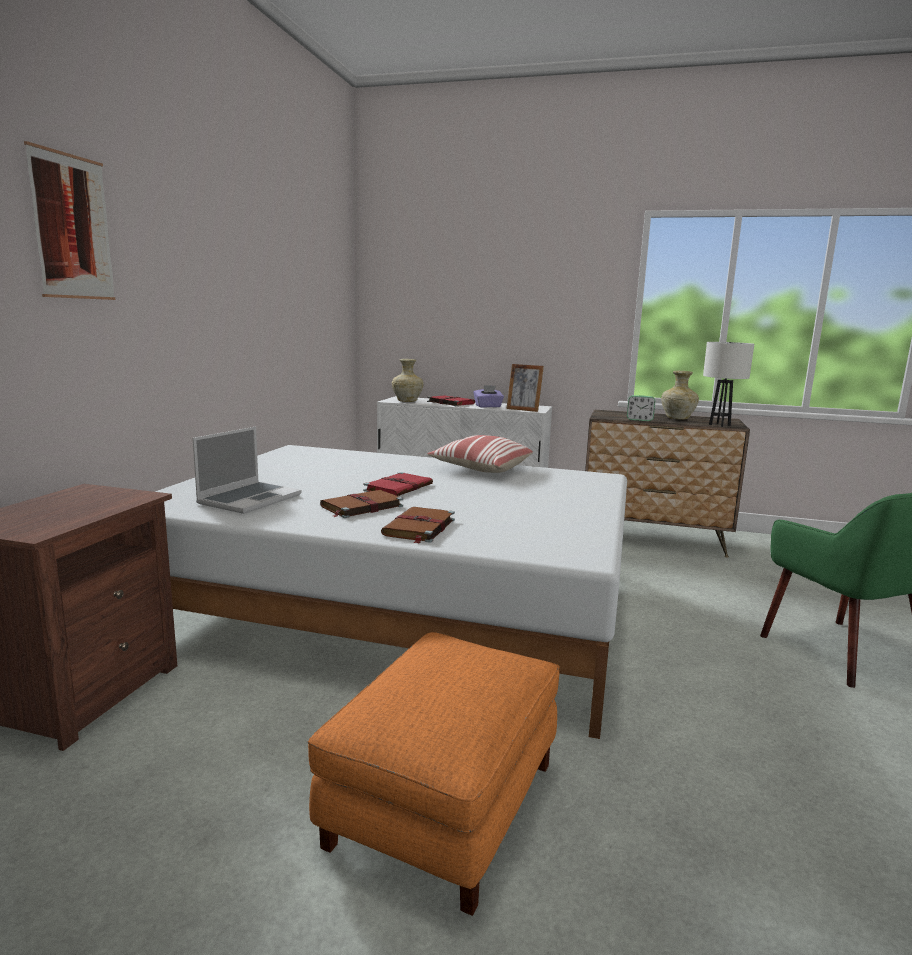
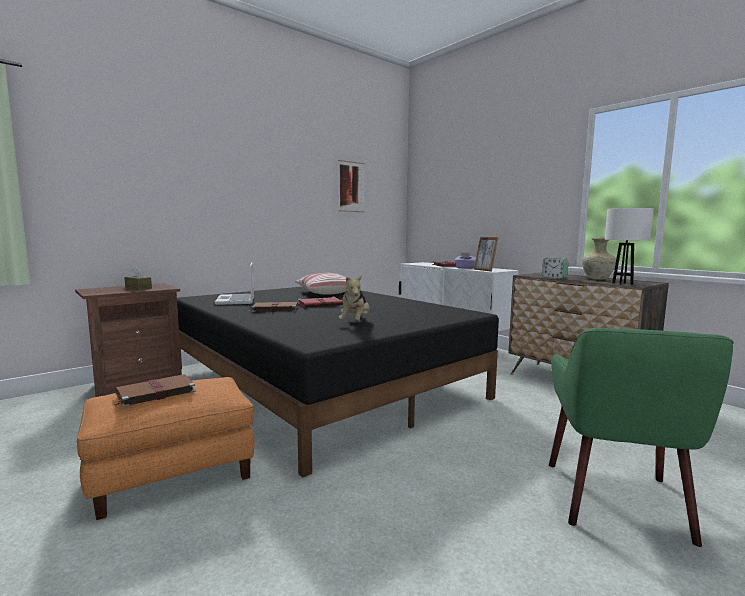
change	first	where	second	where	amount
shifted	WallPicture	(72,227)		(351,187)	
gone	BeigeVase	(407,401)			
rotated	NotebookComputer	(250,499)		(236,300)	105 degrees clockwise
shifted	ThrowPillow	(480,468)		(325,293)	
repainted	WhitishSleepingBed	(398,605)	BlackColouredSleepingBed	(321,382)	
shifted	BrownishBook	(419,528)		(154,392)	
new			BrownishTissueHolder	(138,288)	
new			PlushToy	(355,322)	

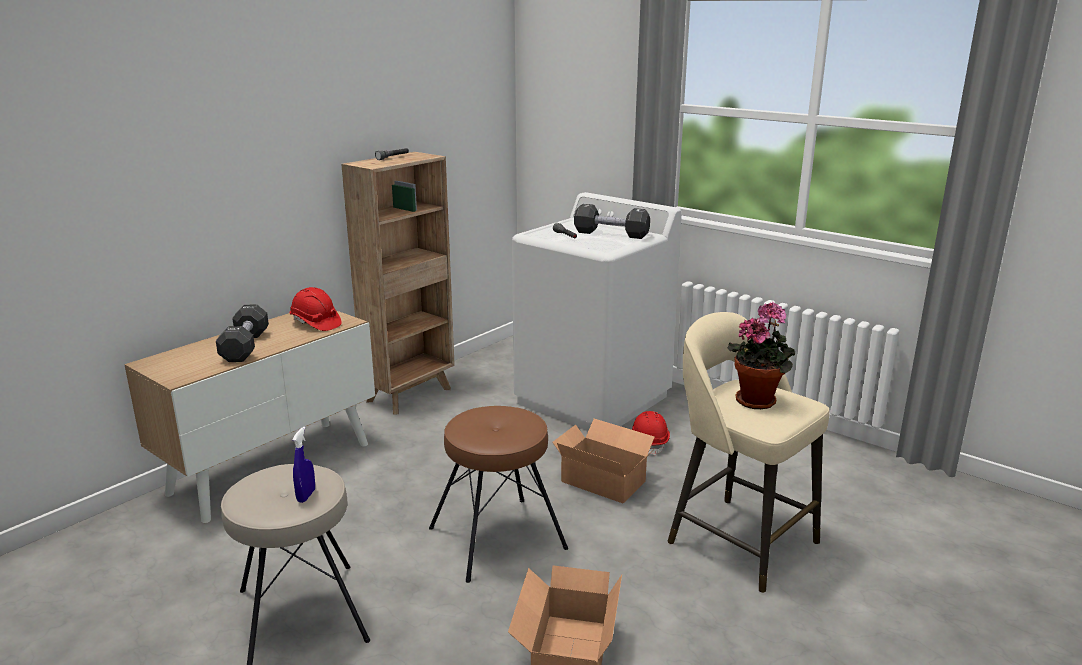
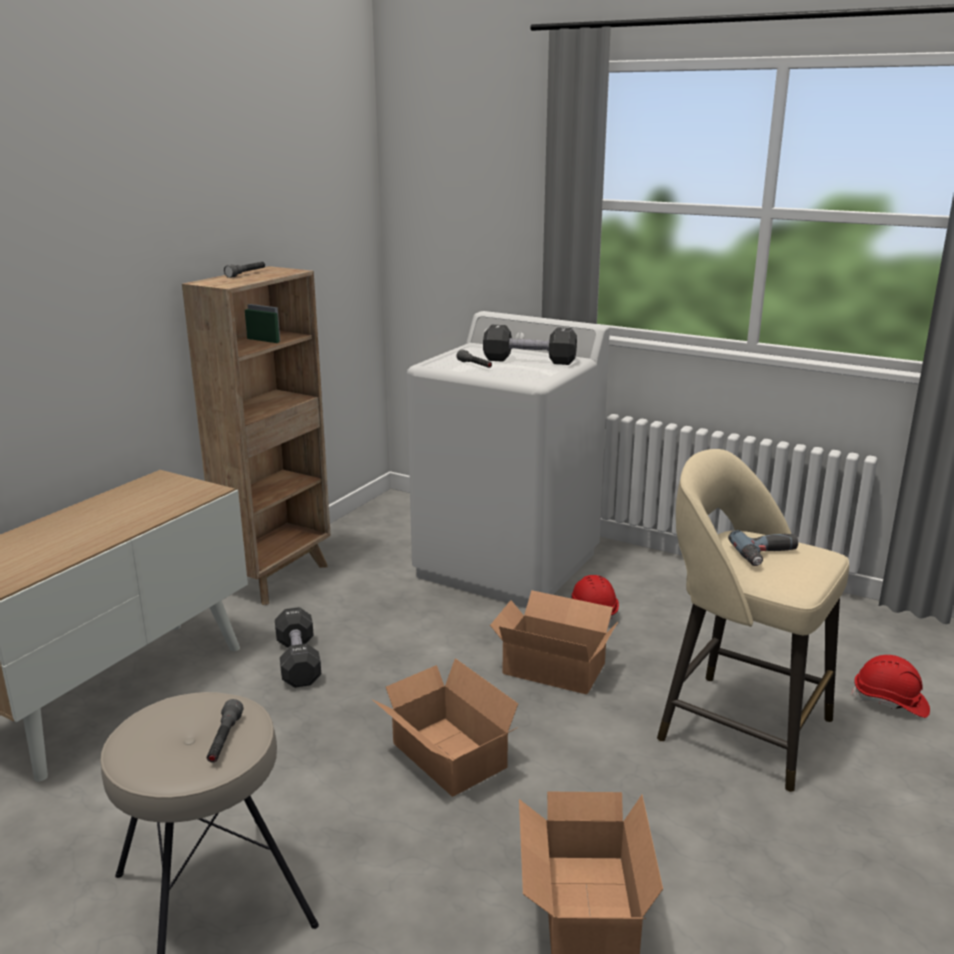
change	first	where	second	where	amount
shifted	RedColouredHardHat	(315,323)		(890,702)	
swapped	PottedPlant	(758,400)	PowerDrill	(768,555)	
shifted	BlackColouredHandWeight	(245,347)		(298,661)	
swapped	BrownishStool	(498,539)	PackingBox	(447,758)	
swapped	BlueHandSprayer	(306,496)	GreyHandTorch	(224,740)	

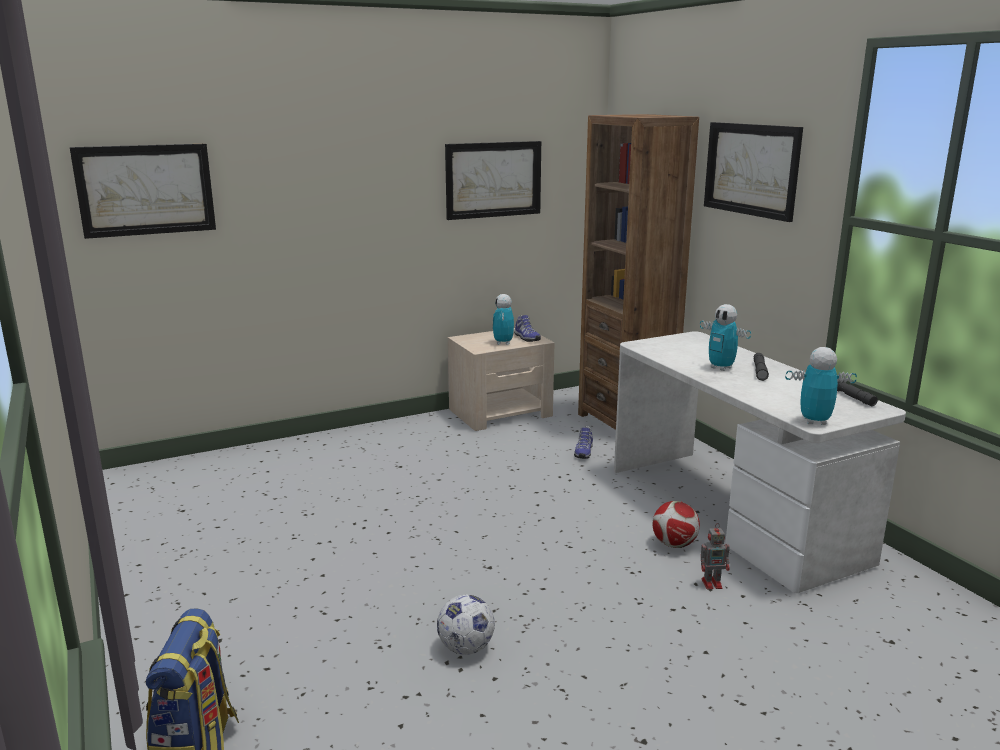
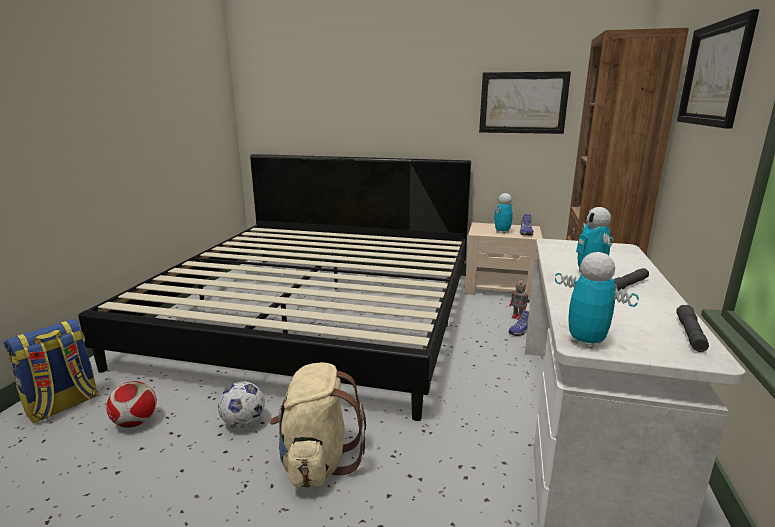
change	first	where	second	where	amount
gone	WallPicture	(146,190)			
shifted	FootballBall	(674,544)		(135,422)	
shifted	RobotFigure	(713,583)		(518,317)	
new			SleepingBed	(317,314)	
new			BeigeRucksack	(317,461)	

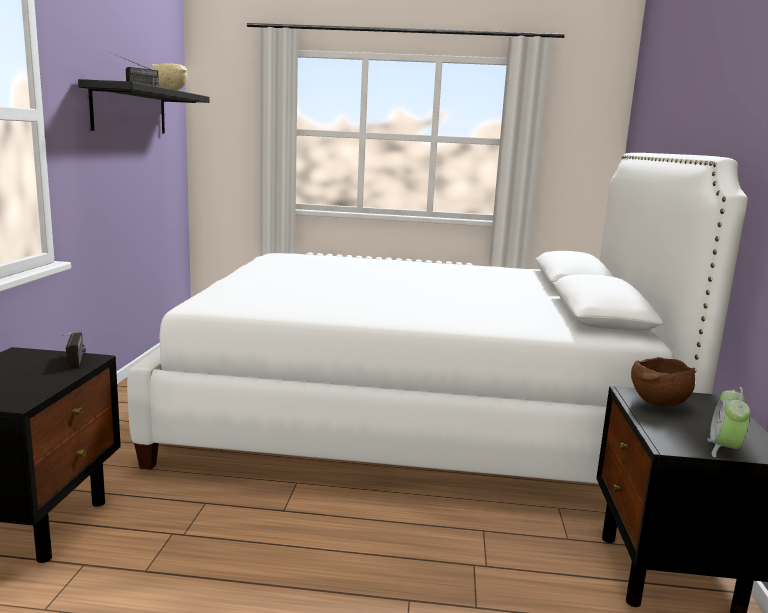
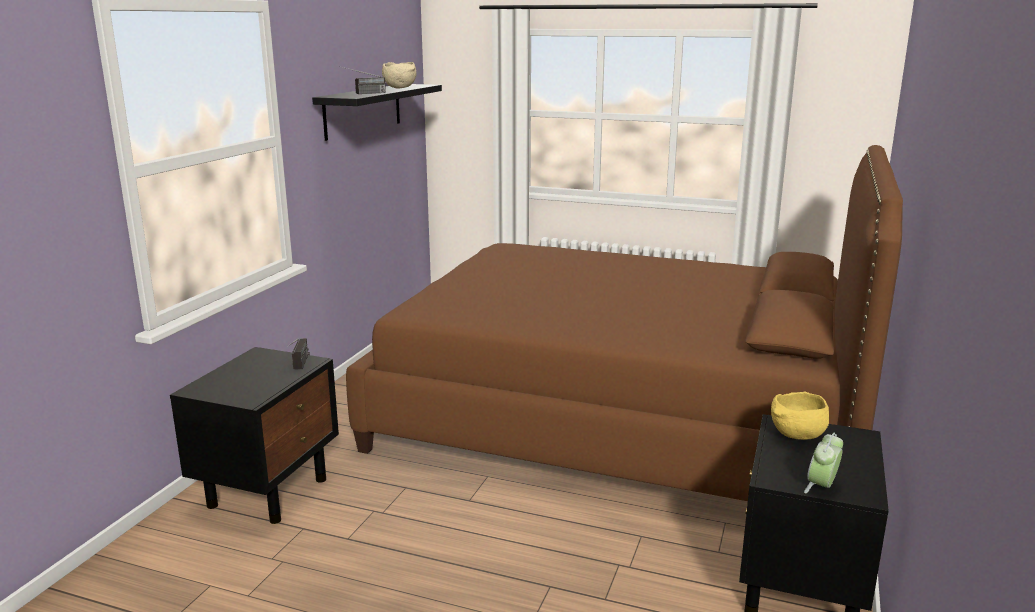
change	first	where	second	where	amount
repainted	WhitishSleepingBed	(414,417)	BrownishSleepingBed	(621,419)	
repainted	BrownishServingBowl	(658,404)	YellowishServingBowl	(796,436)	

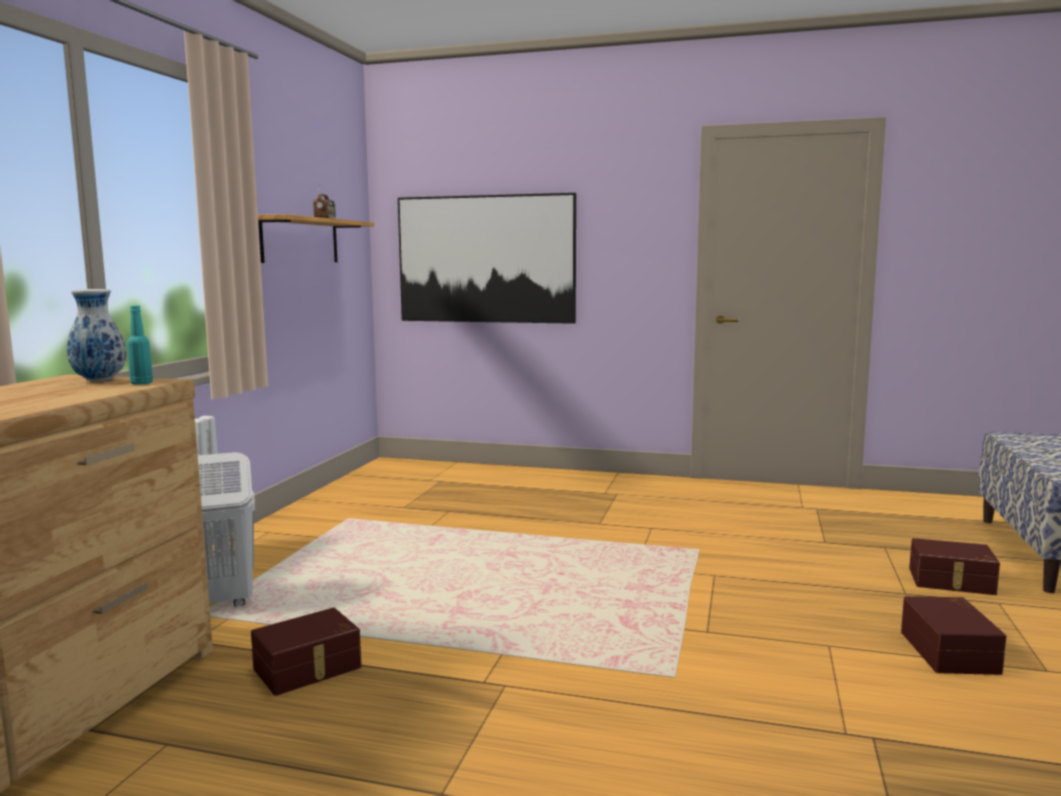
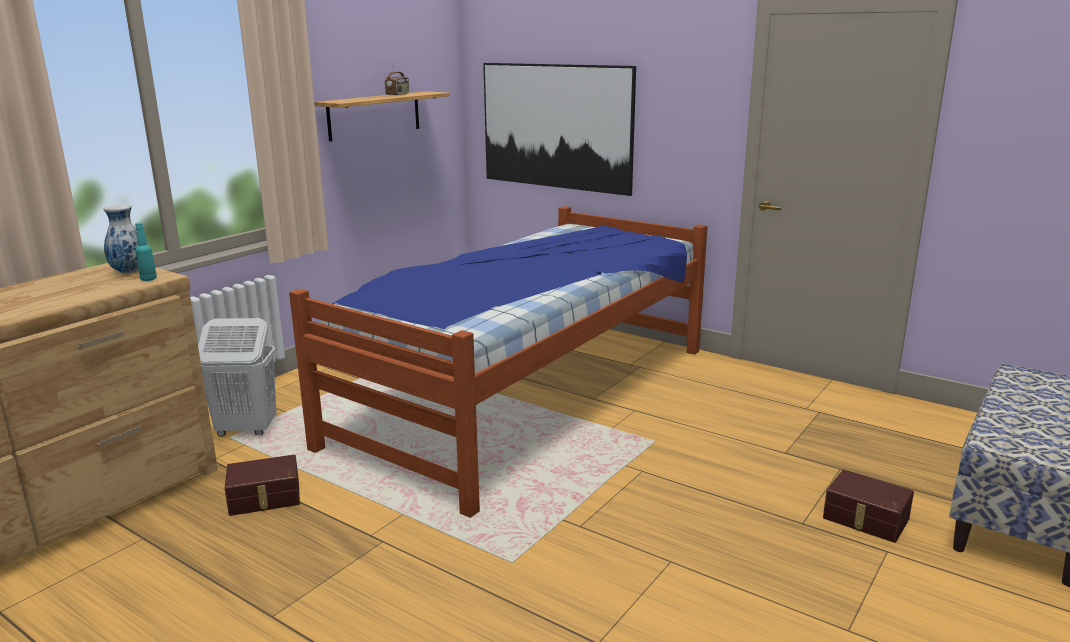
change	first	where	second	where	amount
gone	BrownishStorageBox	(951,652)			
new			SleepingBed	(526,394)	

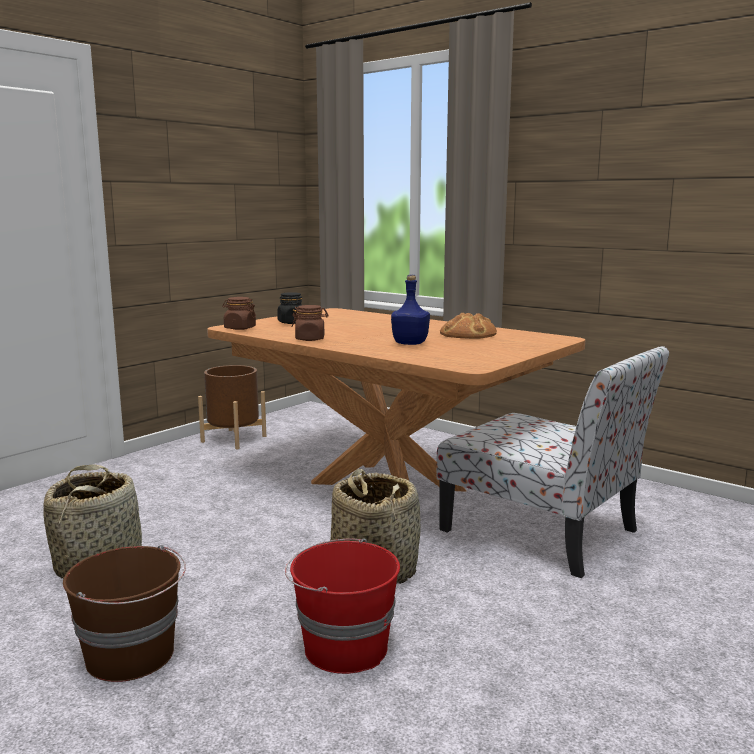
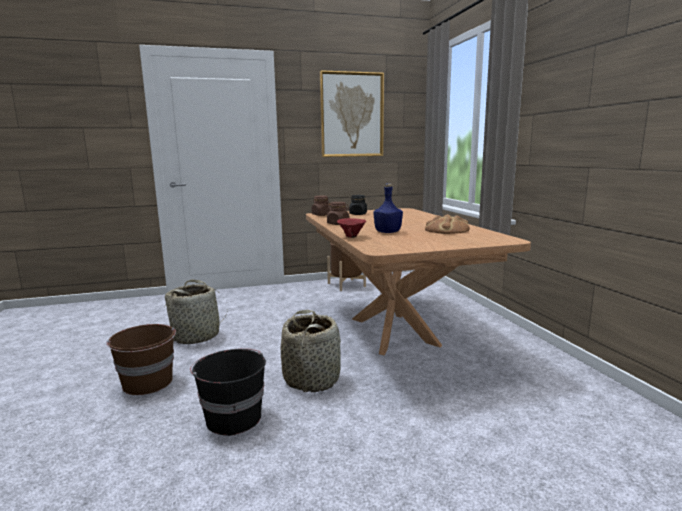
change	first	where	second	where	amount
gone	Chair	(543,532)			
repainted	RedColouredWaterBucket	(344,648)	BlackColouredWaterBucket	(233,417)	
new			WallPicture	(352,115)	
new			RedColouredServingBowl	(351,237)	

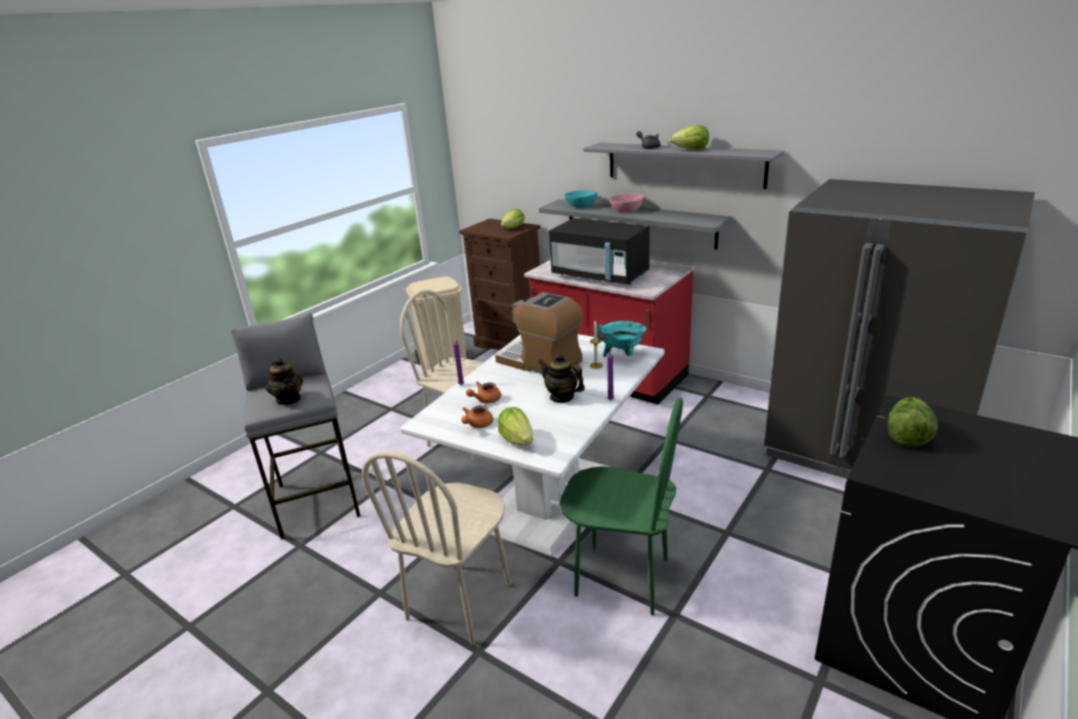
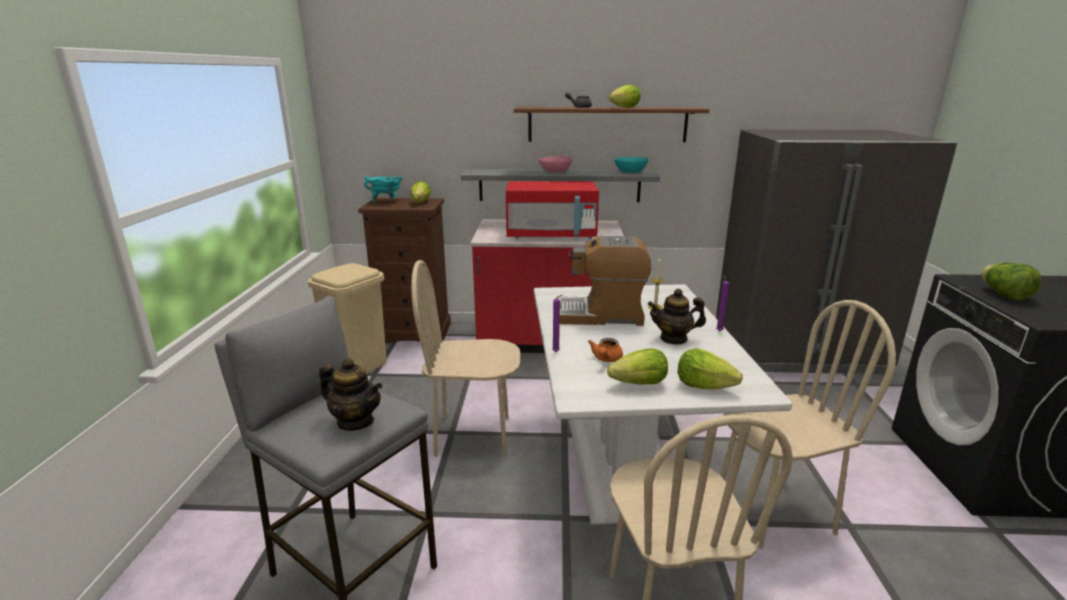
change	first	where	second	where	amount
repainted	GreyShelf	(684,164)	BrownishShelf	(607,124)	
shifted	TurquoiseServingBowl	(581,206)		(630,172)	
repainted	BlackColouredMicrowaveOven	(600,276)	RedColouredMicrowaveOven	(551,235)	
shifted	TurquoiseCookingPot	(623,356)		(387,201)	
repainted	GreenColouredChair	(622,577)	BeigeChair	(773,512)	
swapped	OrangeyTeaPot	(477,425)	LettuceHead	(639,384)	

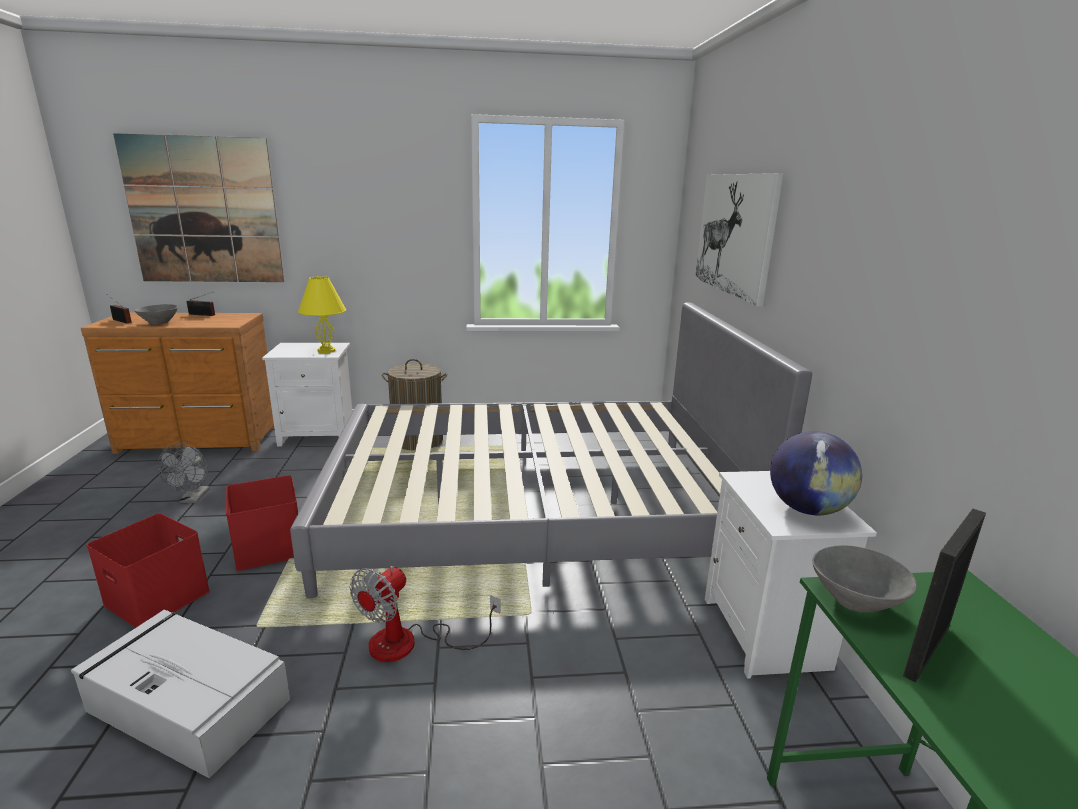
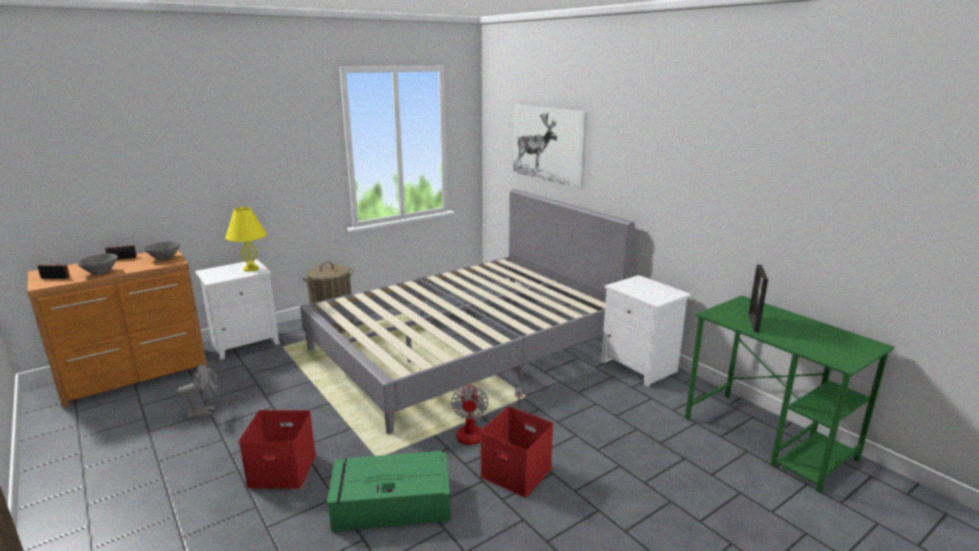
change	first	where	second	where	amount
gone	WallPicture	(204,211)			
gone	DeskGlobe	(807,509)			
rotated	GreyFan	(193,499)		(206,412)	75 degrees counterclockwise
shifted	RedColouredStorageBox	(267,546)		(514,472)	
shifted	GreyServingBowl	(854,601)		(164,258)	
repainted	GreyStorageBox	(187,704)	GreenColouredStorageBox	(390,503)	

